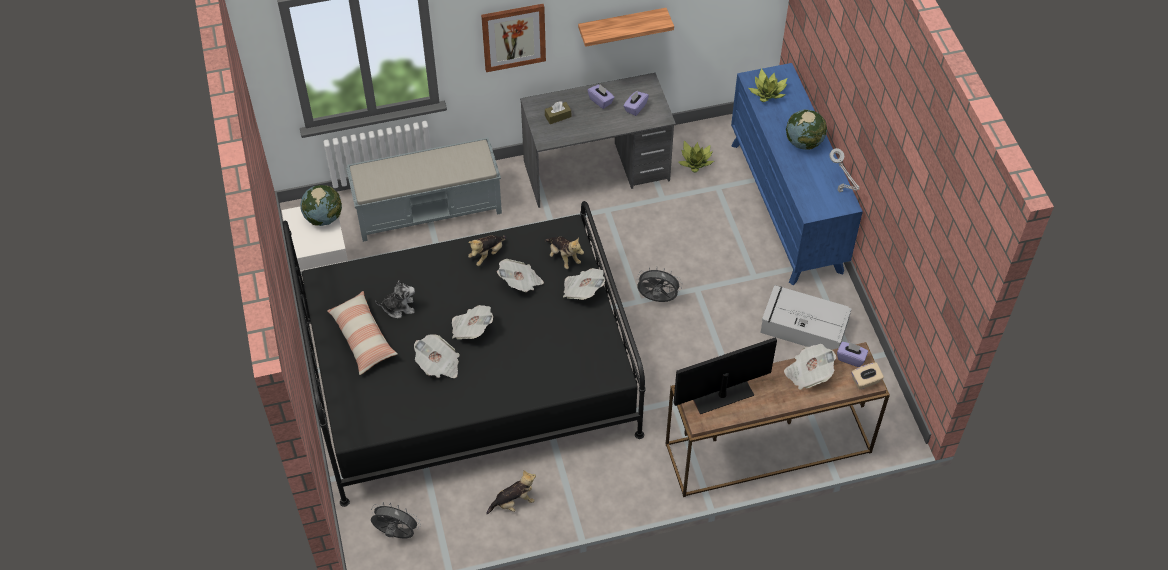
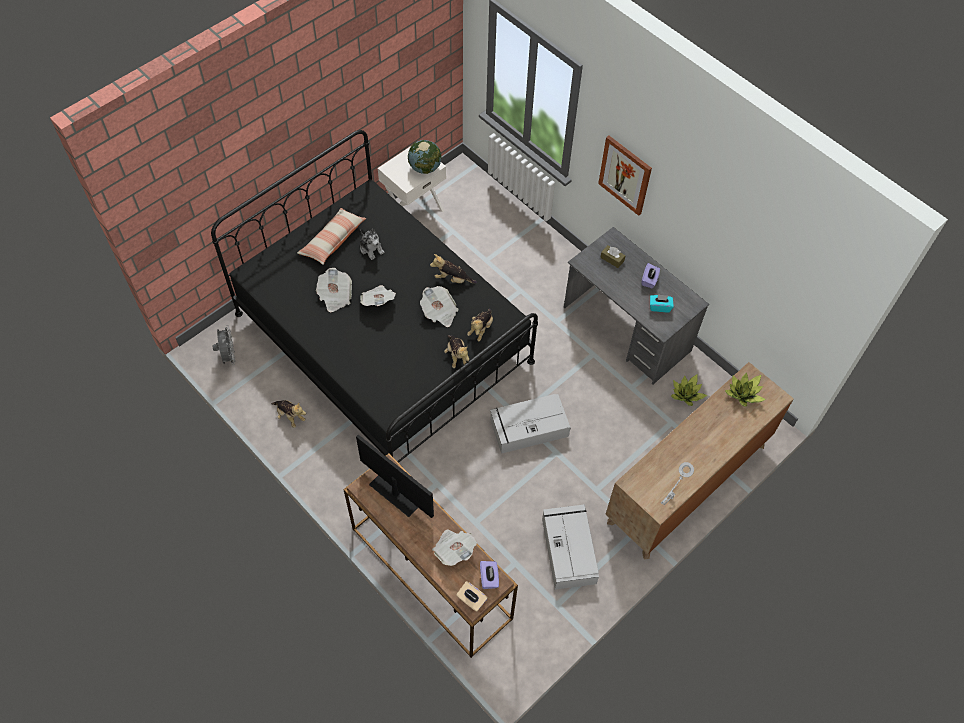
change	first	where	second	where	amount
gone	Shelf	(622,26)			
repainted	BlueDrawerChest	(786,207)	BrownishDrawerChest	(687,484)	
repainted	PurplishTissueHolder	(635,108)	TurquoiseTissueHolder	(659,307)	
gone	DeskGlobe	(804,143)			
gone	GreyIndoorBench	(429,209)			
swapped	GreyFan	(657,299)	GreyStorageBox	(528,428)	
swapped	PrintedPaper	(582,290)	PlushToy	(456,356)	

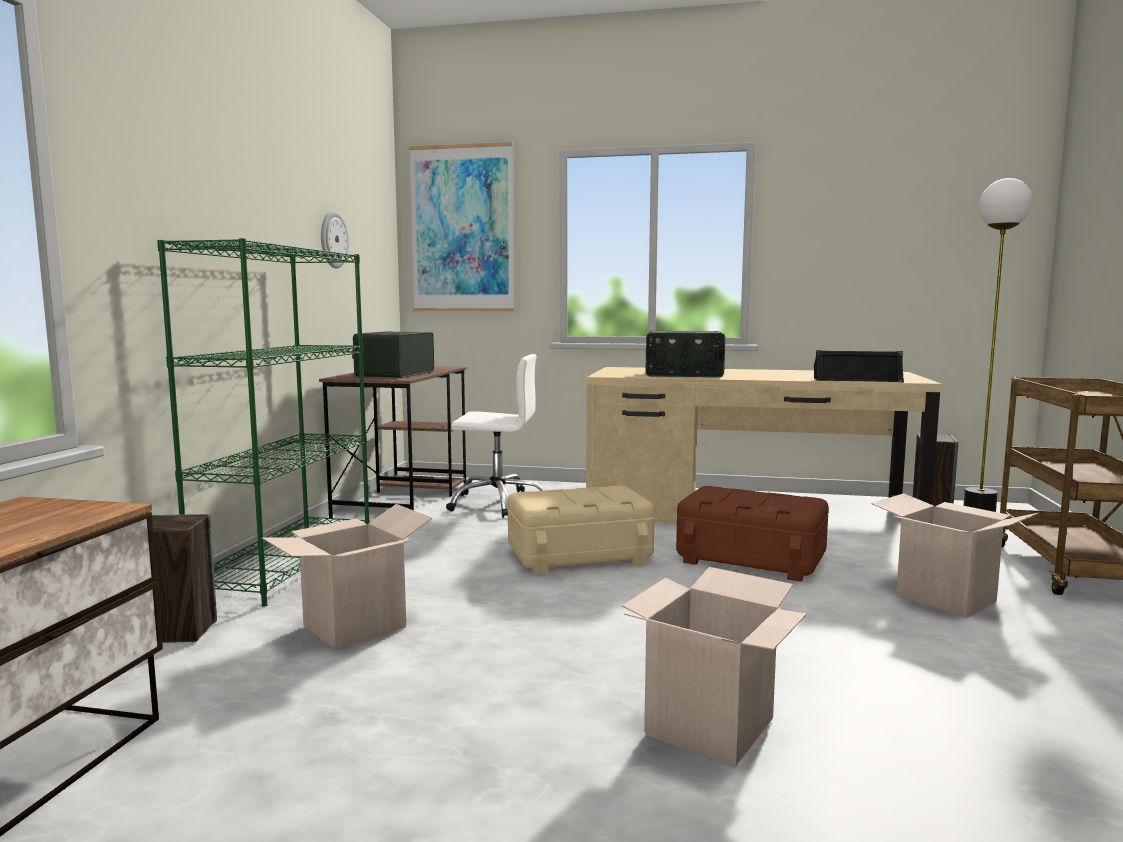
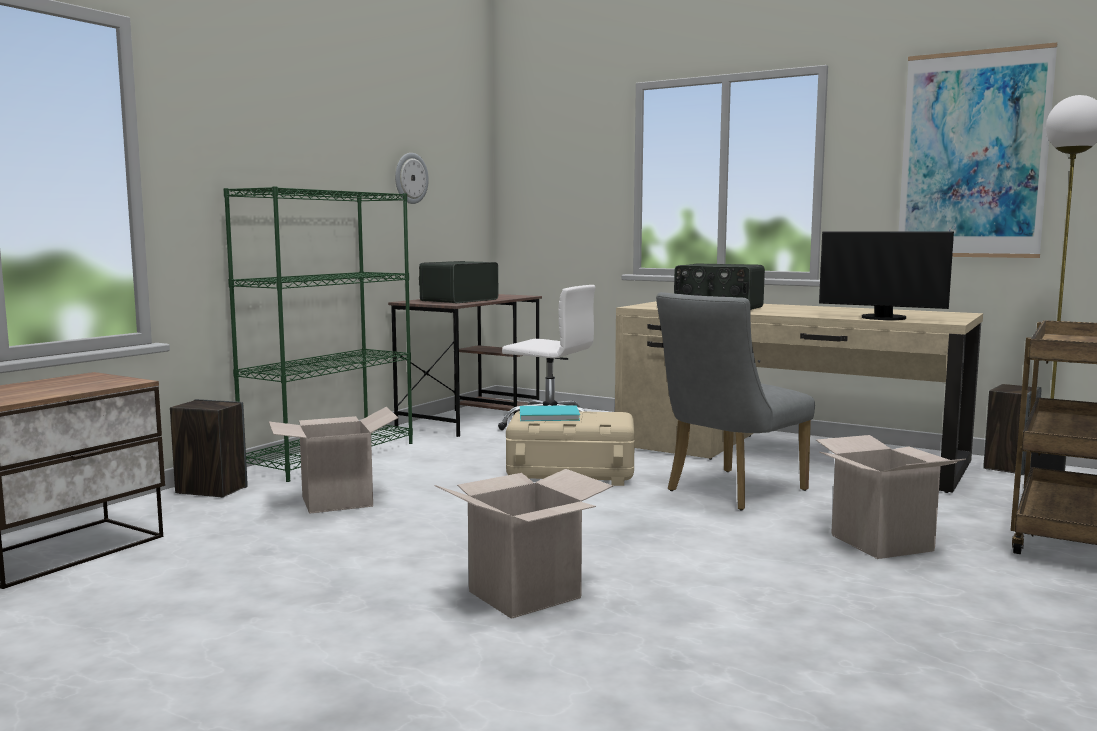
change	first	where	second	where	amount
shifted	WallPicture	(462,229)		(973,155)	
swapped	BlackColouredSpeaker	(856,379)	ComputerScreen	(883,318)	
swapped	BrownishStorageBox	(750,559)	GreyChair	(729,492)	
new			TurquoiseBook	(547,415)	

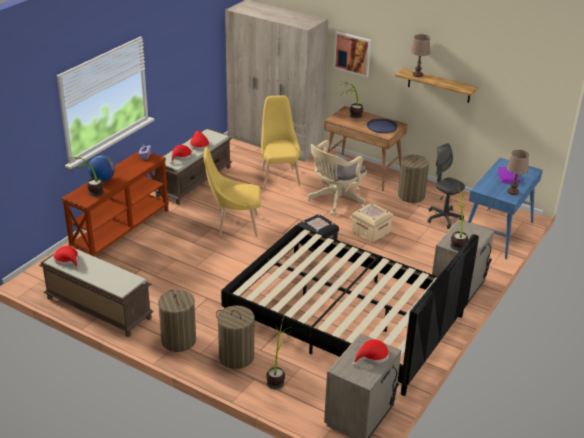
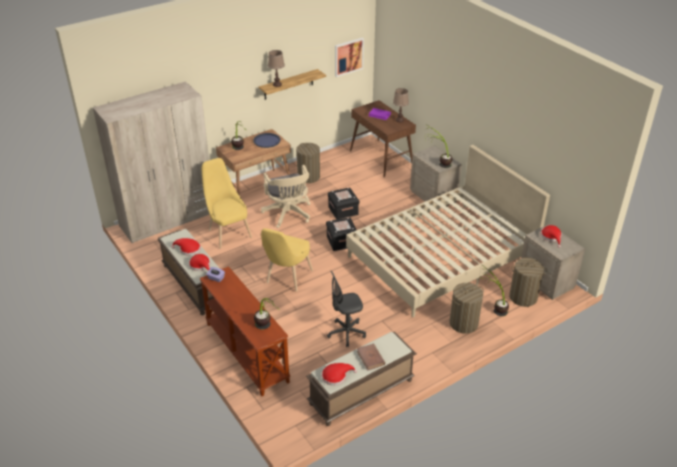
change	first	where	second	where	amount
shifted	WallPicture	(352,53)		(348,57)	
rotated	YellowishChair	(279,176)		(228,232)	45 degrees clockwise
shifted	GreyComputerChair	(443,218)		(346,333)	
gone	DeskGlobe	(102,179)			
repainted	BlueDeskUnit	(497,233)	BrownishDeskUnit	(381,158)	
repainted	BeigeStorageBox	(371,231)	BlackColouredStorageBox	(343,211)	
repainted	BlackColouredSleepingBed	(344,317)	BeigeSleepingBed	(442,256)	
shifted	LaundryBasket	(178,340)		(523,297)	
new			BrownishBook	(370,358)	

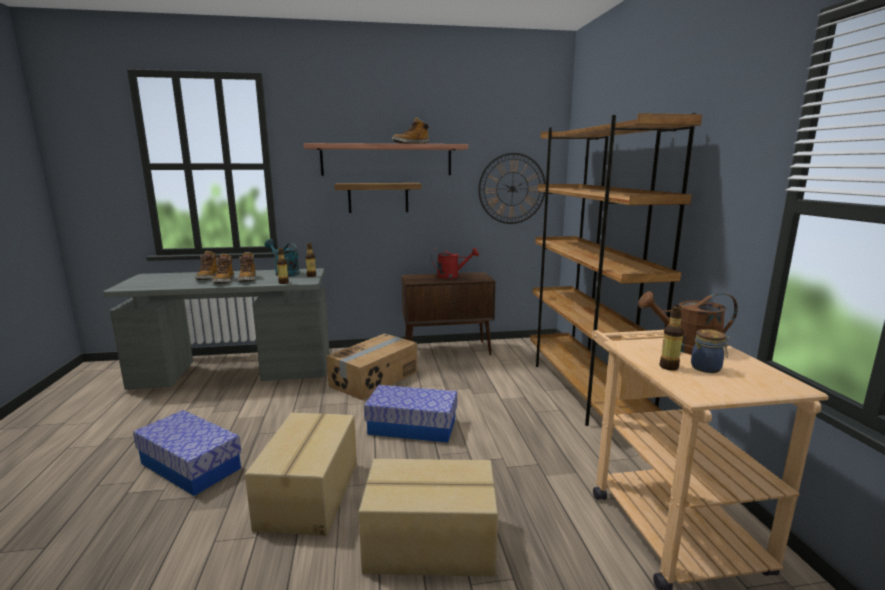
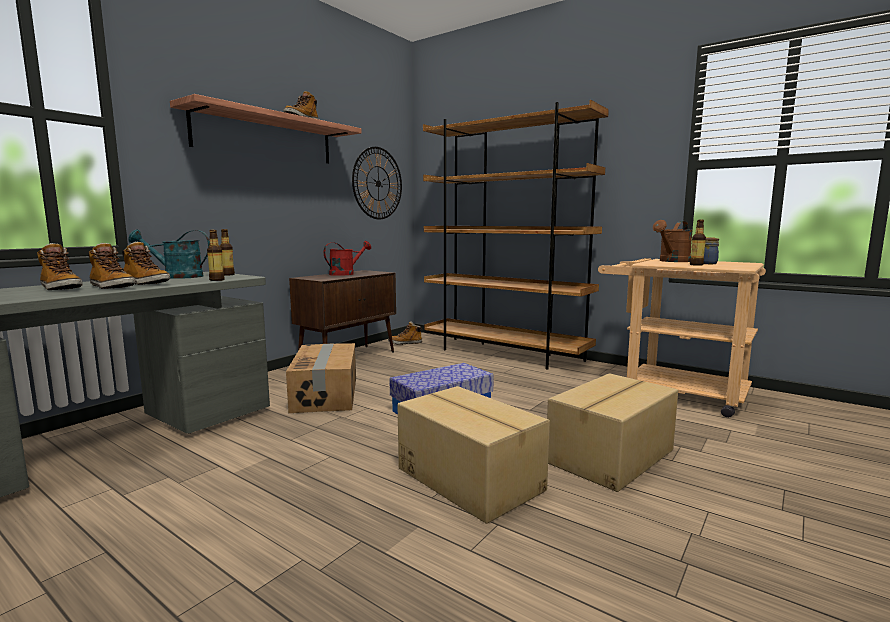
change	first	where	second	where	amount
gone	Shelf	(378,197)			
gone	StorageBox	(191,466)			
new			Boot	(405,343)	

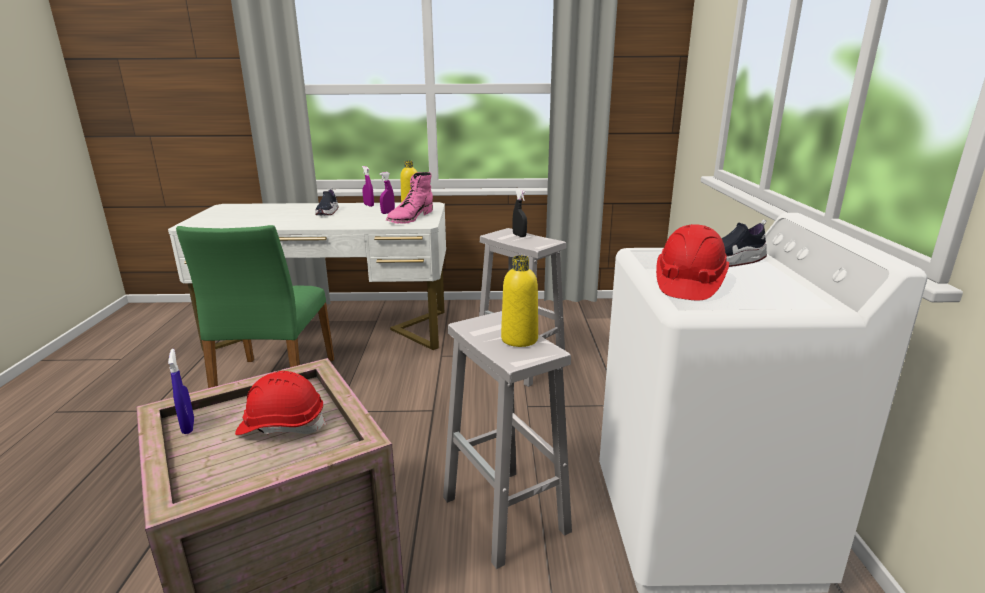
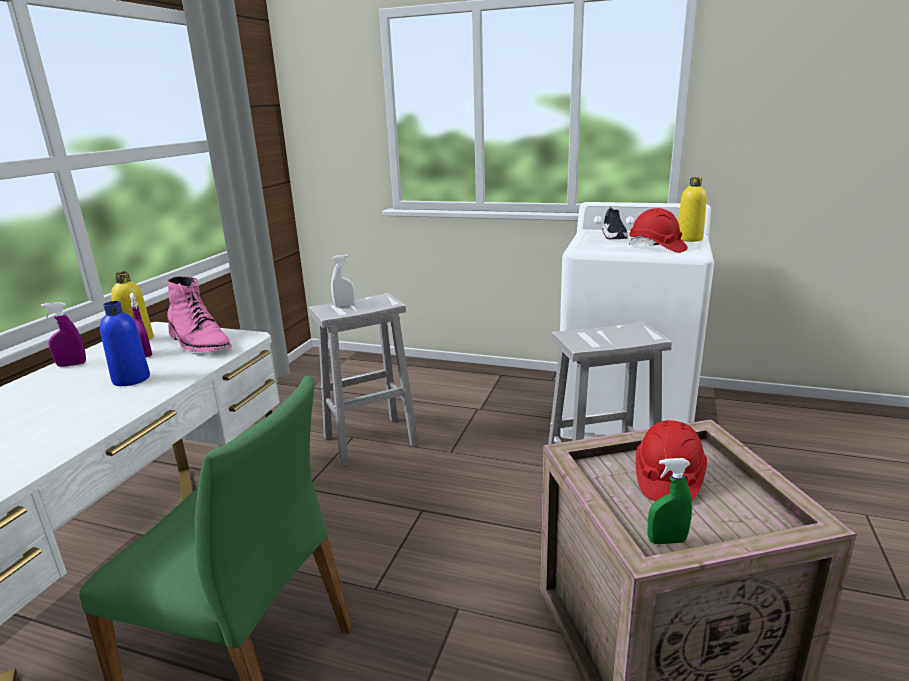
change	first	where	second	where	amount
gone	LowShoe	(327,212)			
repainted	BlackColouredHandSprayer	(519,235)	WhitishHandSprayer	(344,305)	
shifted	YellowishBottle	(519,339)		(689,239)	
repainted	BlueHandSprayer	(188,426)	GreenColouredHandSprayer	(666,541)	
new			BlueBottle	(131,379)	

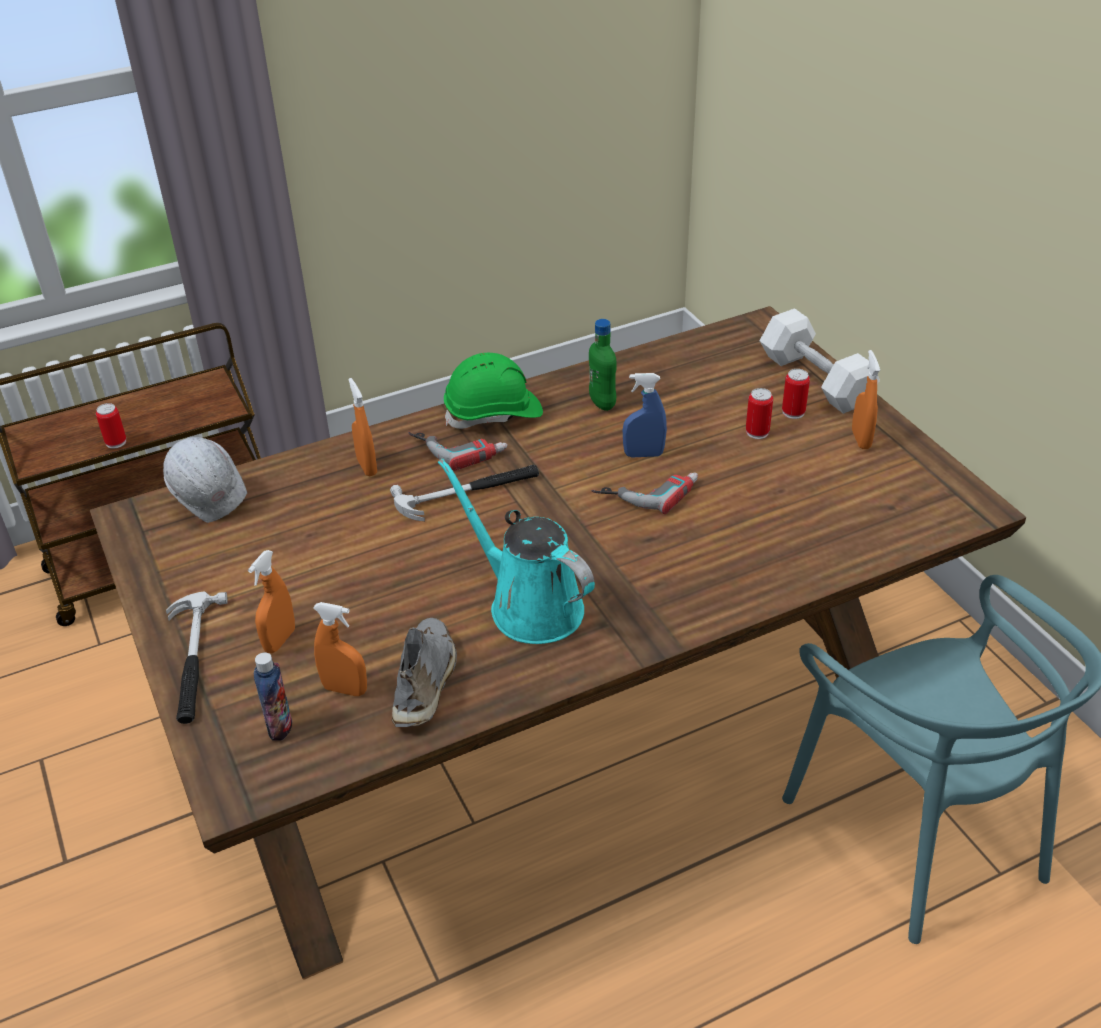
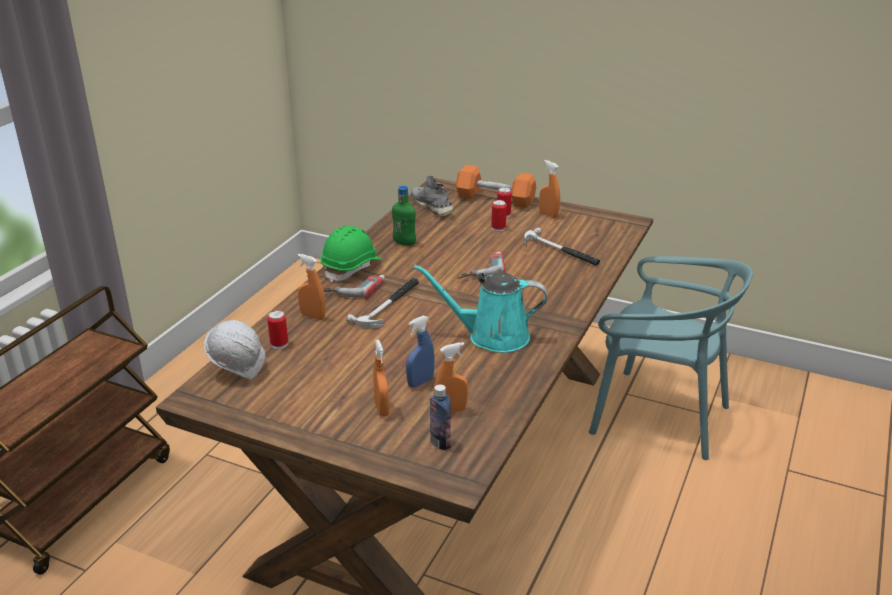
change	first	where	second	where	amount
repainted	WhitishHandWeight	(815,380)	OrangeyHandWeight	(495,199)	
shifted	BlueHandSprayer	(643,454)		(420,382)	
shifted	MetalCan	(116,442)		(279,344)	
shifted	ToolHammer	(193,660)		(560,251)	
shifted	GreyLowShoe	(426,681)		(432,207)	

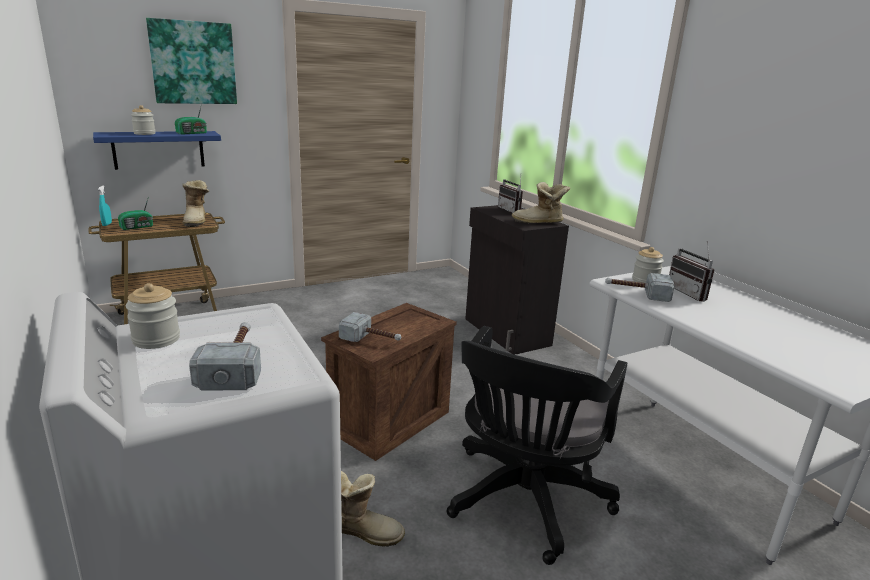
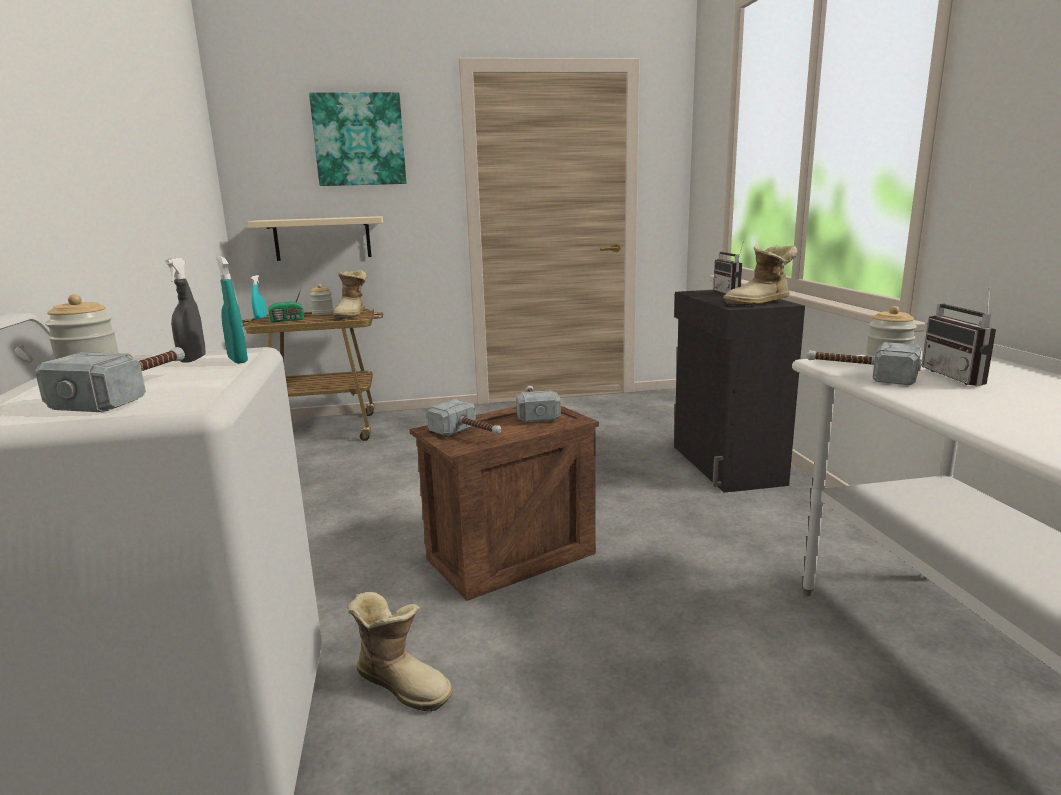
change	first	where	second	where	amount
gone	RadioSet	(193,133)			
shifted	StorageJar	(144,133)		(322,313)	
repainted	BlueShelf	(158,149)	BeigeShelf	(322,238)	
rotated	Boot	(539,222)		(760,303)	45 degrees counterclockwise
gone	BlackColouredComputerChair	(523,502)			
new			TurquoiseHandSprayer	(237,360)	
new			GreyHandSprayer	(193,359)	
new			ToolHammer	(535,410)	

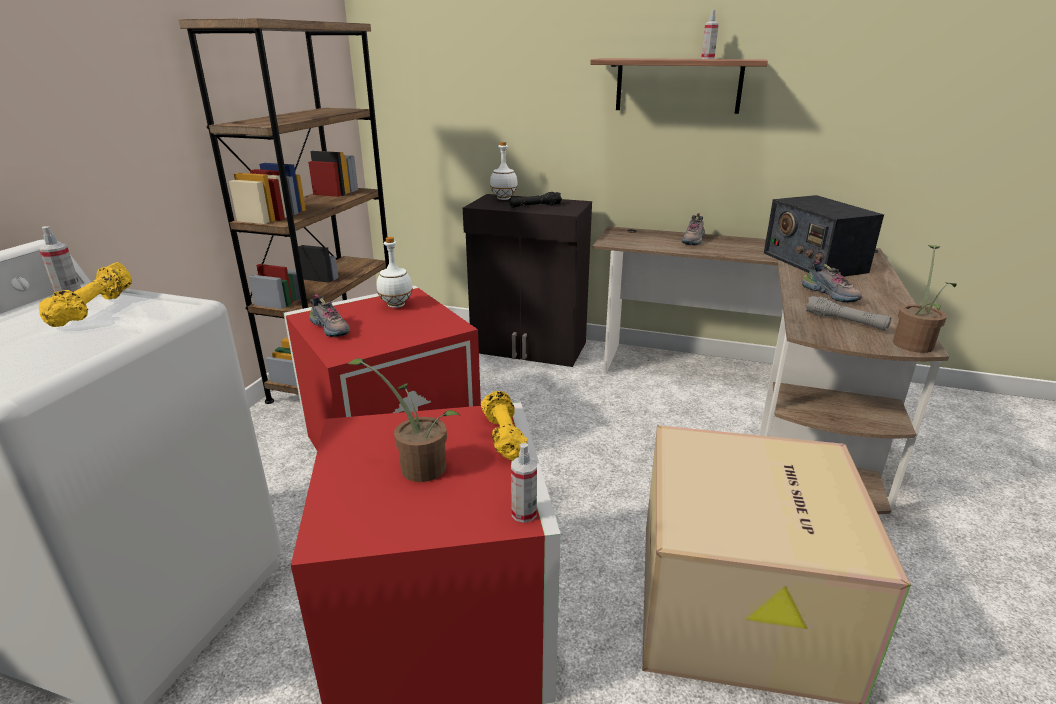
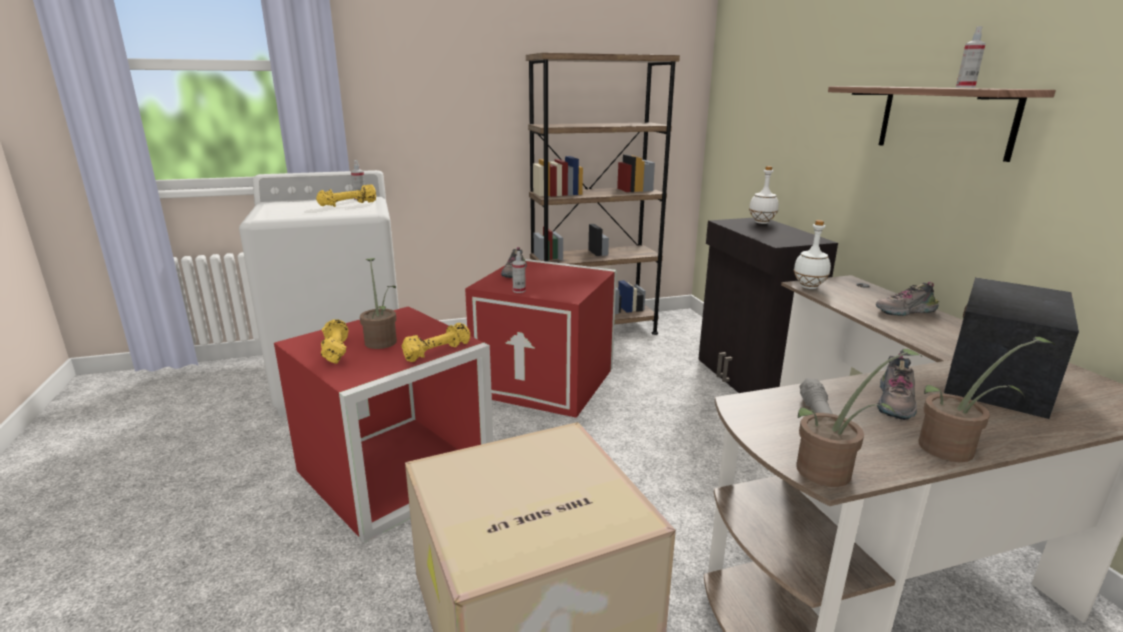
change	first	where	second	where	amount
gone	BlackColouredHandTorch	(535,206)			
shifted	WhitishBottle	(396,305)		(809,287)	
shifted	HandSprayer	(524,513)		(519,290)	
new			YellowishHandWeight	(335,351)	
new			PottedPlant	(954,449)	

